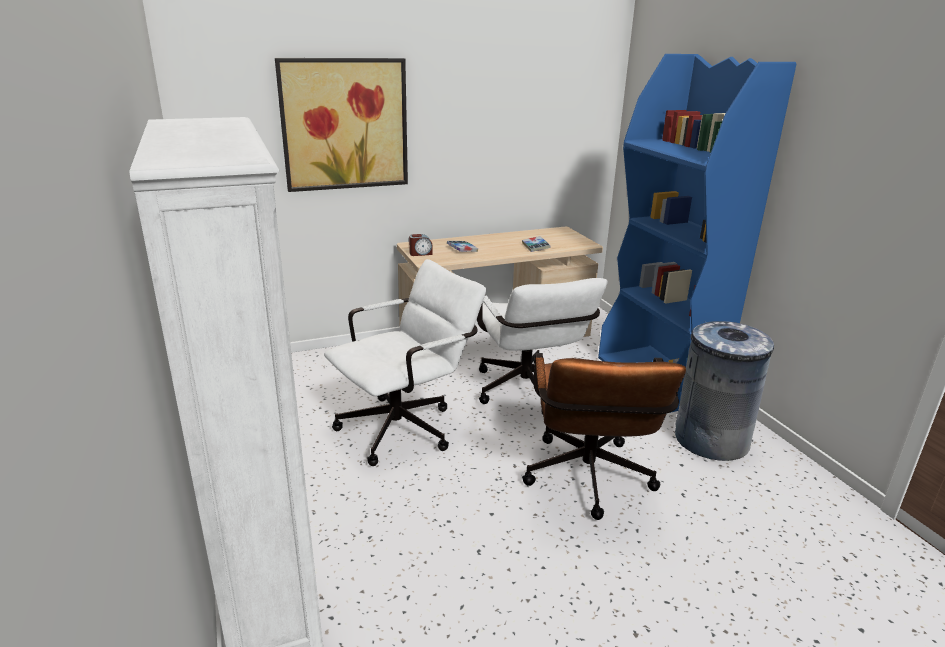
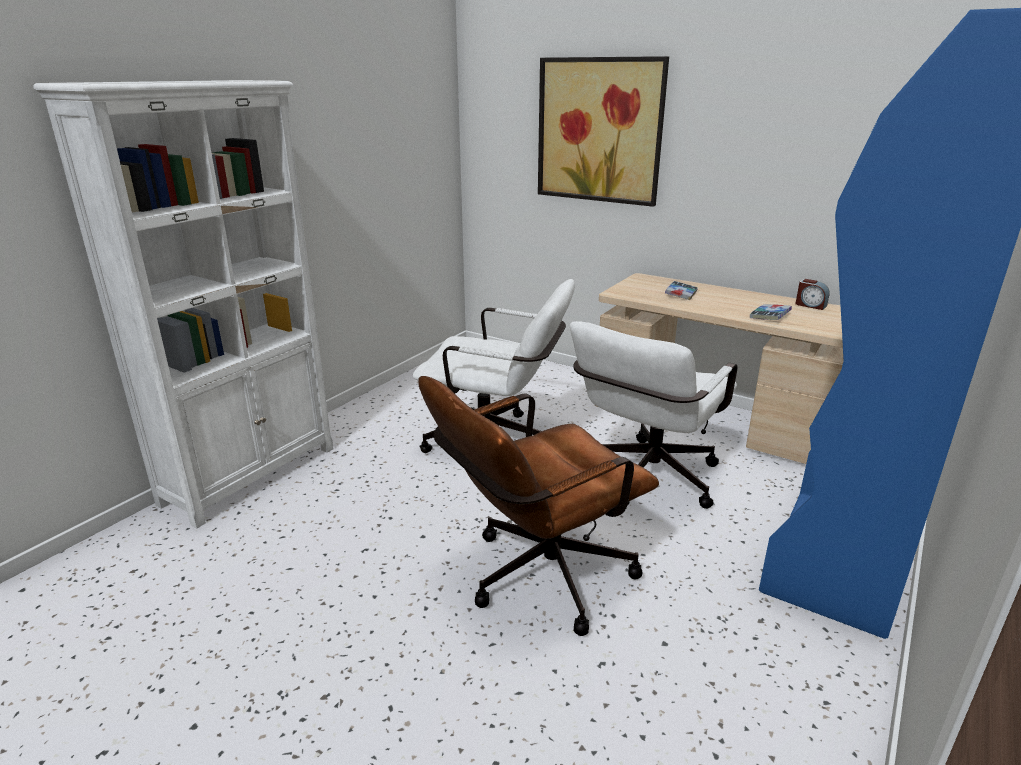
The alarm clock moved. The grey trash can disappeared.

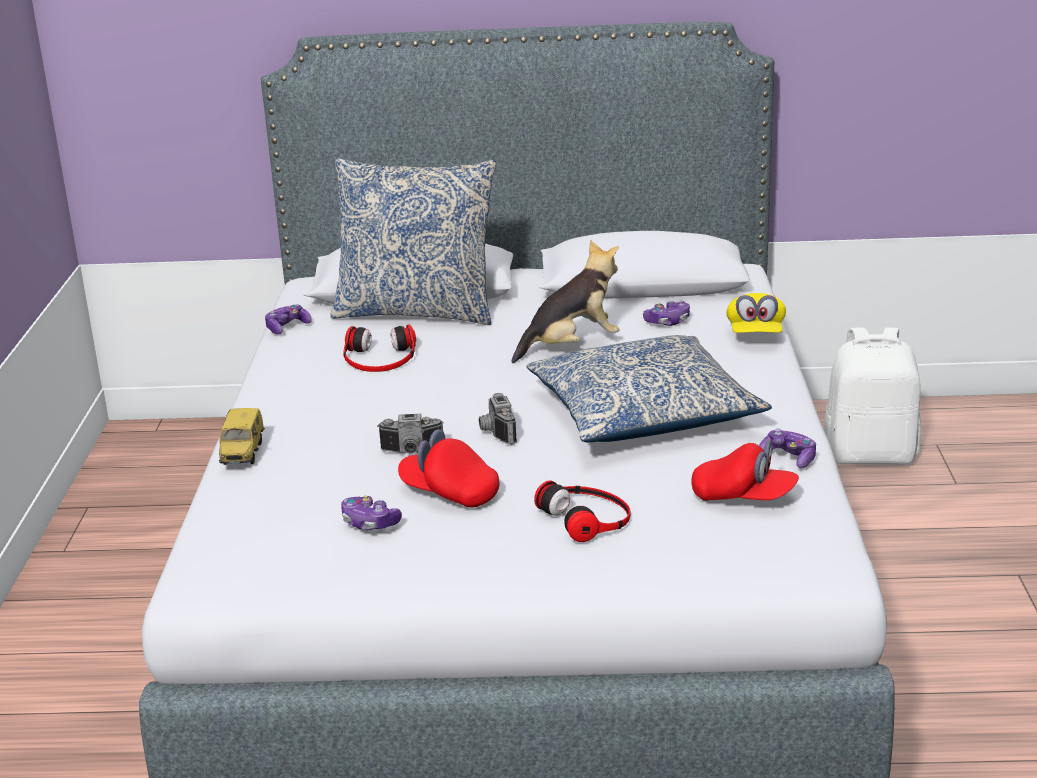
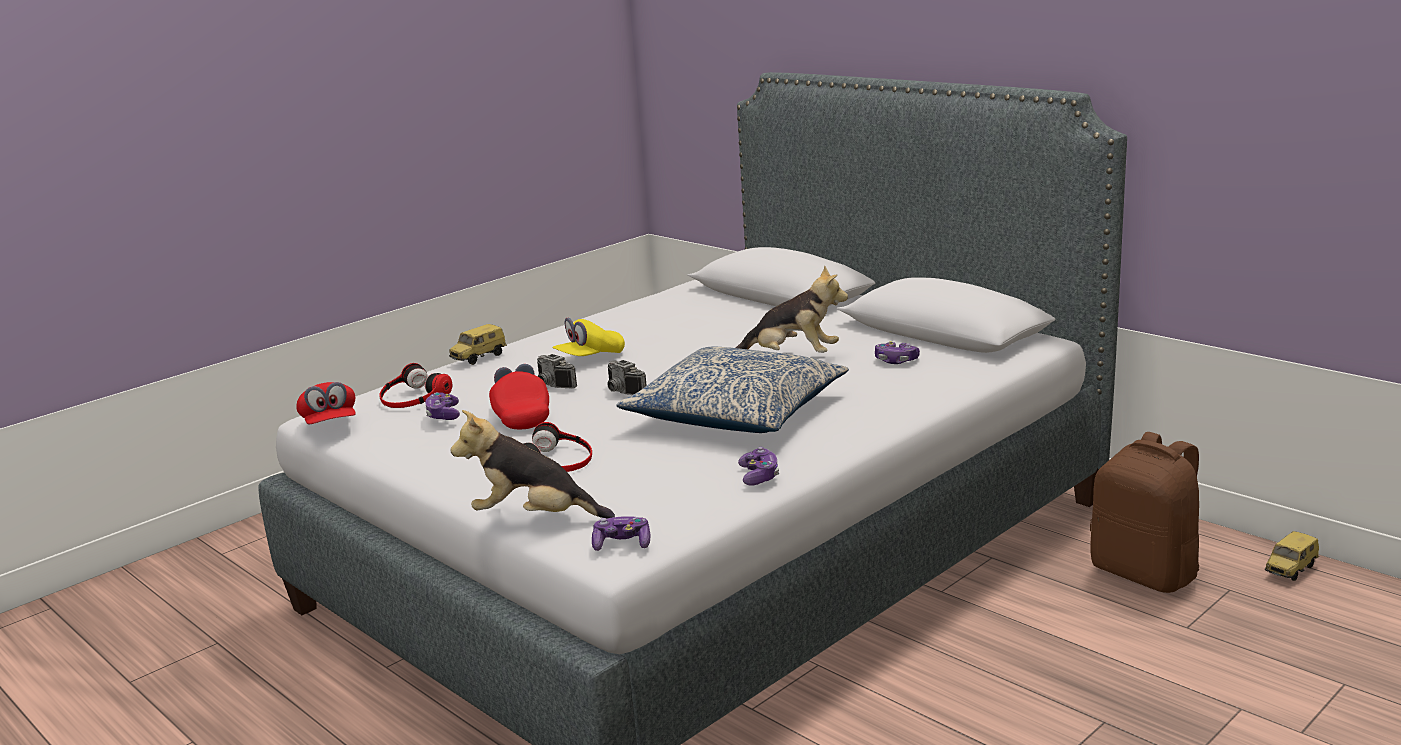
The red cap (no. 2 from left in the first image) moved. The headphones (no. 1 from left) moved. The plush toy (no. 1 from left) appeared. The yellow cap moved. The game controller (no. 1 from left in the first image) moved. The photo camera (no. 2 from left) turned 75 degrees counterclockwise. The white backpack became the brown backpack. The toy car (no. 2 from left) appeared. The pillow (no. 1 from left) disappeared.

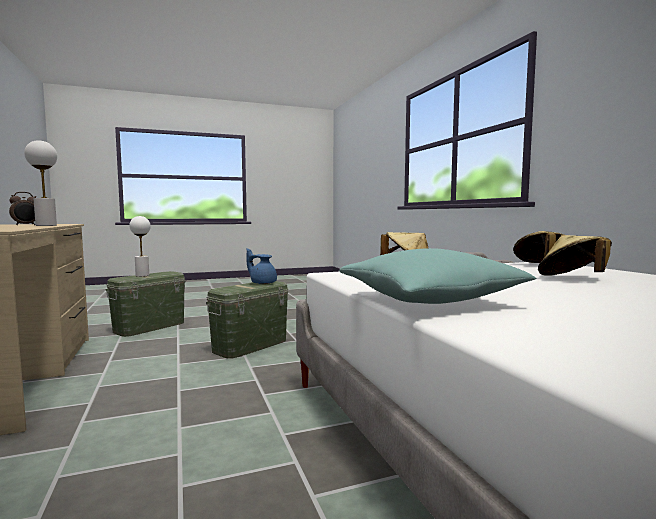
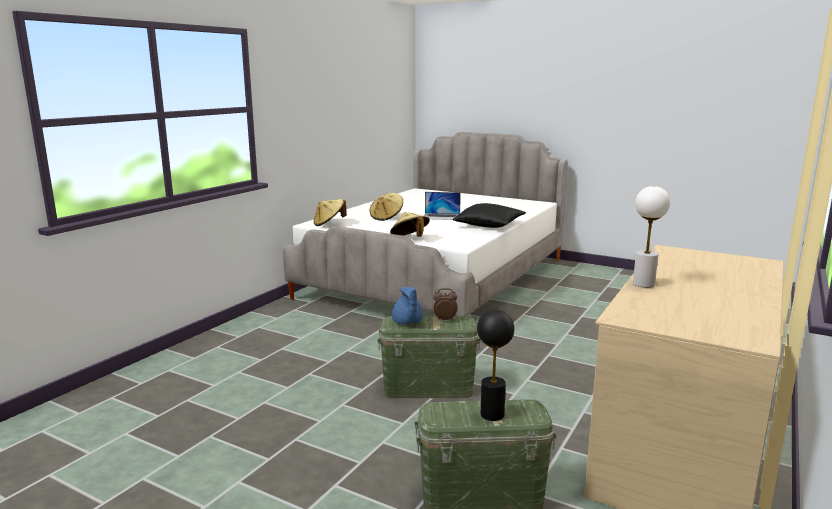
The laptop appeared. The alarm clock moved. The turquoise pillow became the black pillow. The white table lamp (no. 2 from left) became the black table lamp.

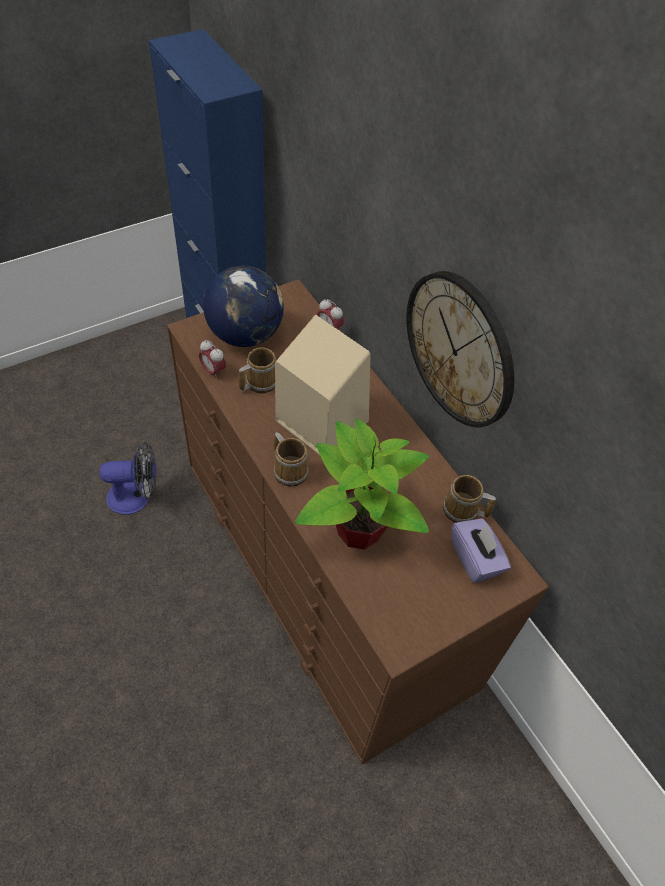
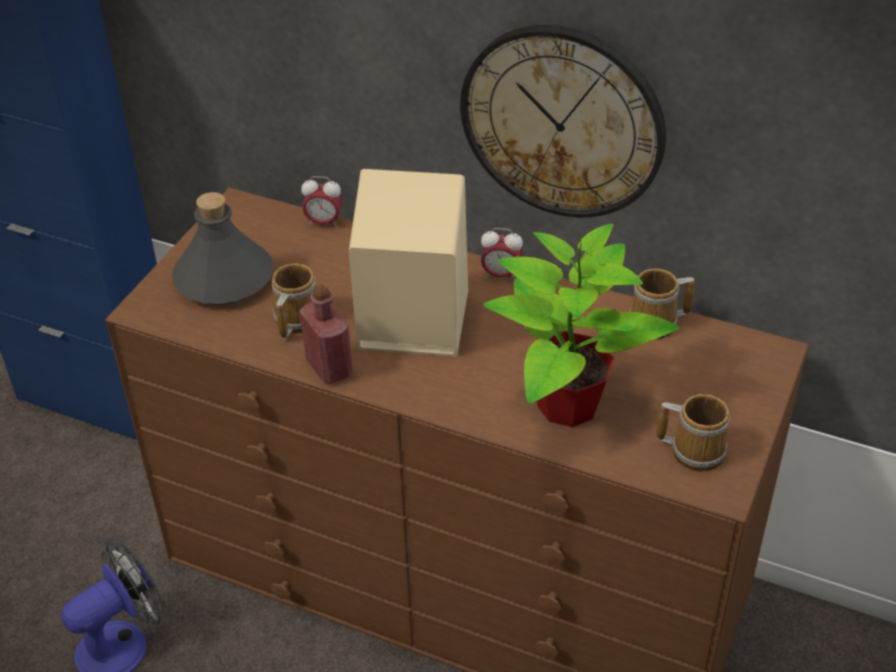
The globe was replaced by the grey bottle. The red bottle appeared. The alarm clock (no. 1 from left in the first image) moved. The mug (no. 2 from left in the first image) moved. The purple tissue box disappeared.

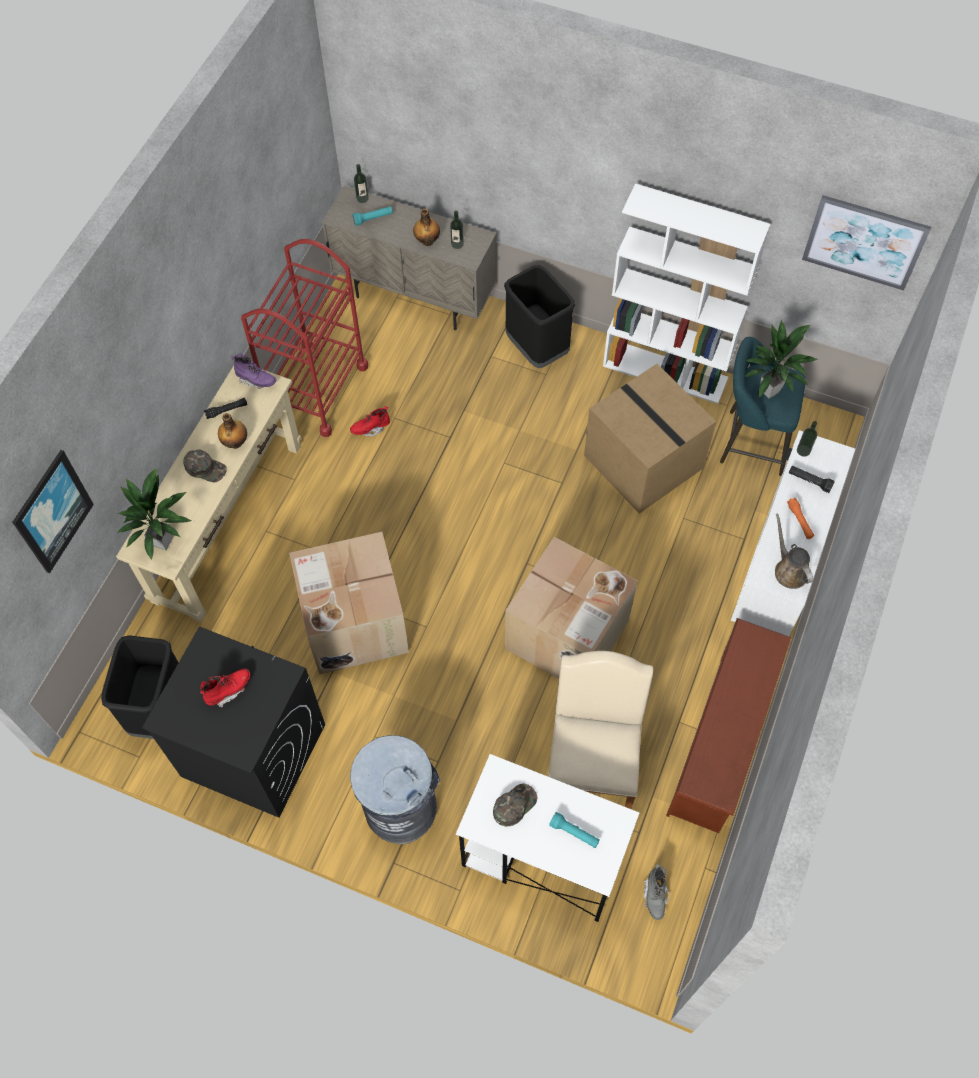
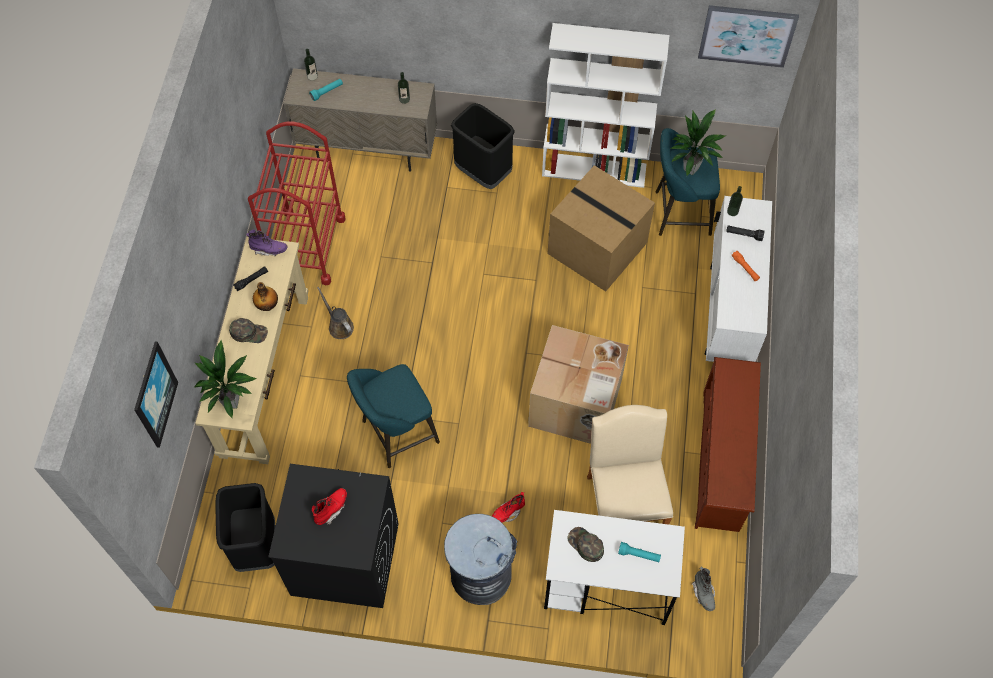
The brown watering can moved. The cardboard box (no. 1 from left) was replaced by the turquoise stool (no. 1 from left). The red boot (no. 2 from left) moved. The green cap (no. 2 from left) turned 75 degrees counterclockwise. The bottle (no. 3 from left) disappeared.

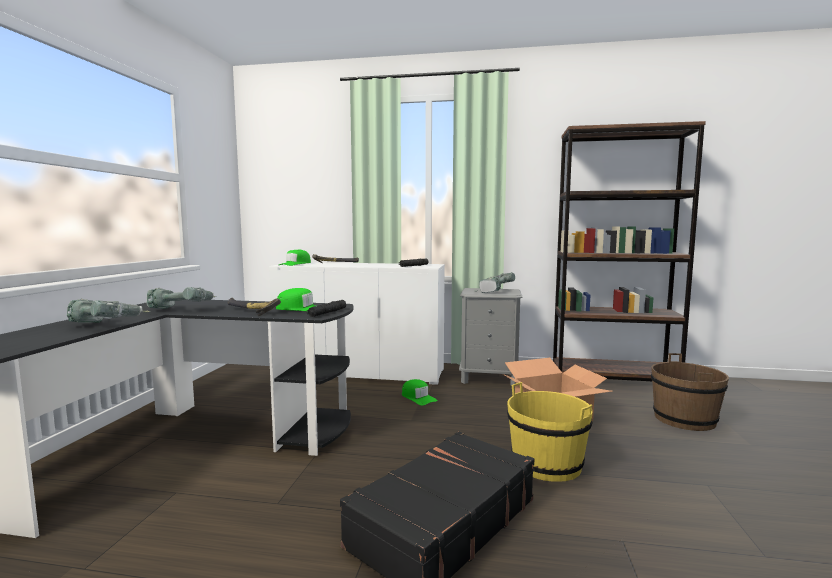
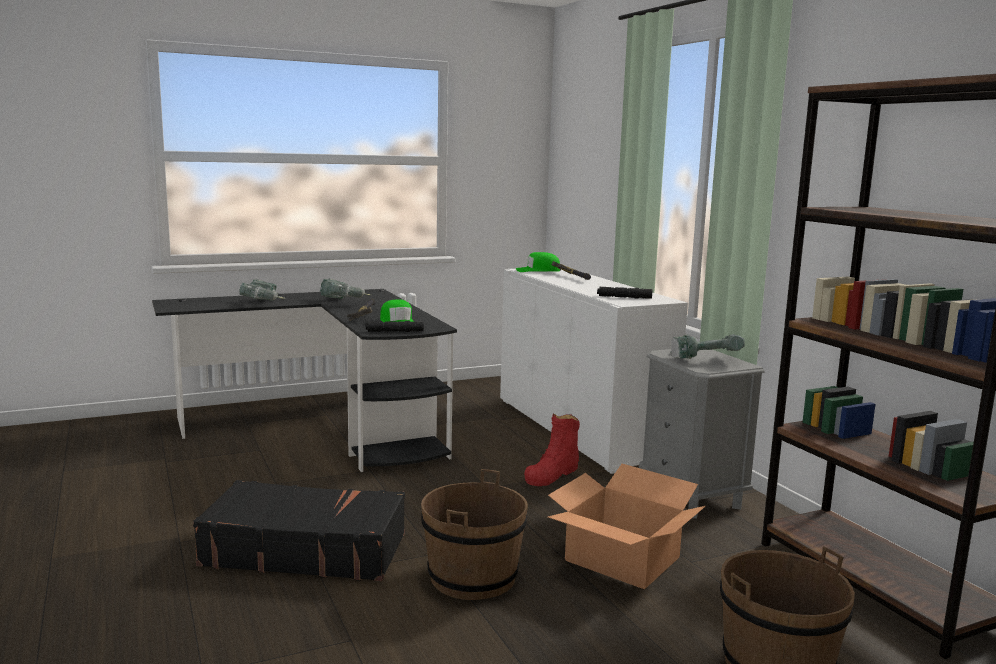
The yellow bucket became the brown bucket (no. 1 from left). The green cap (no. 3 from left) was replaced by the red boot.

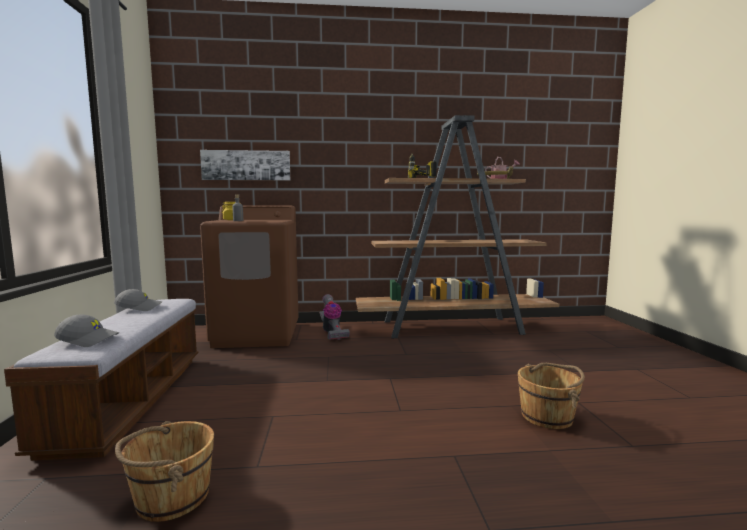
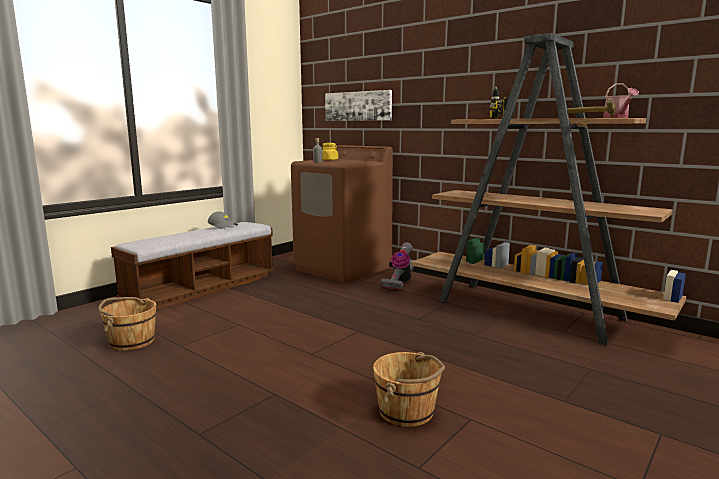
The grey cap (no. 1 from left) disappeared.

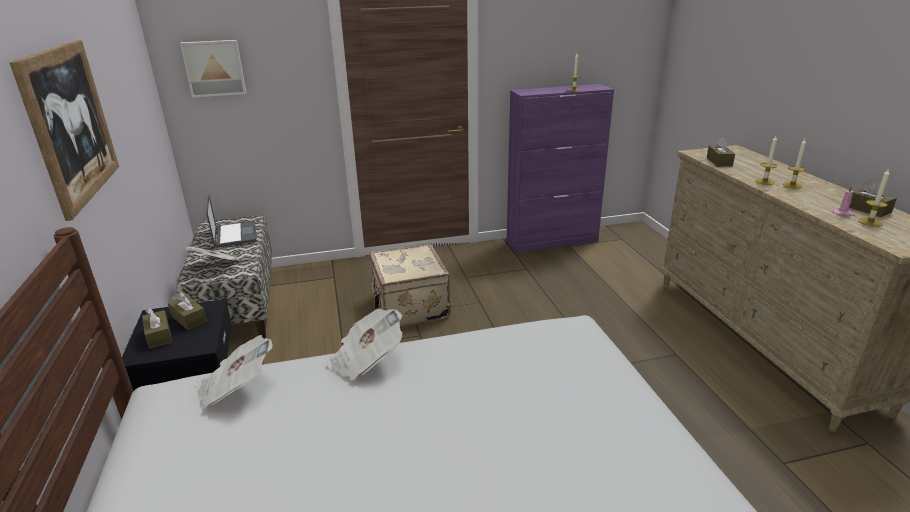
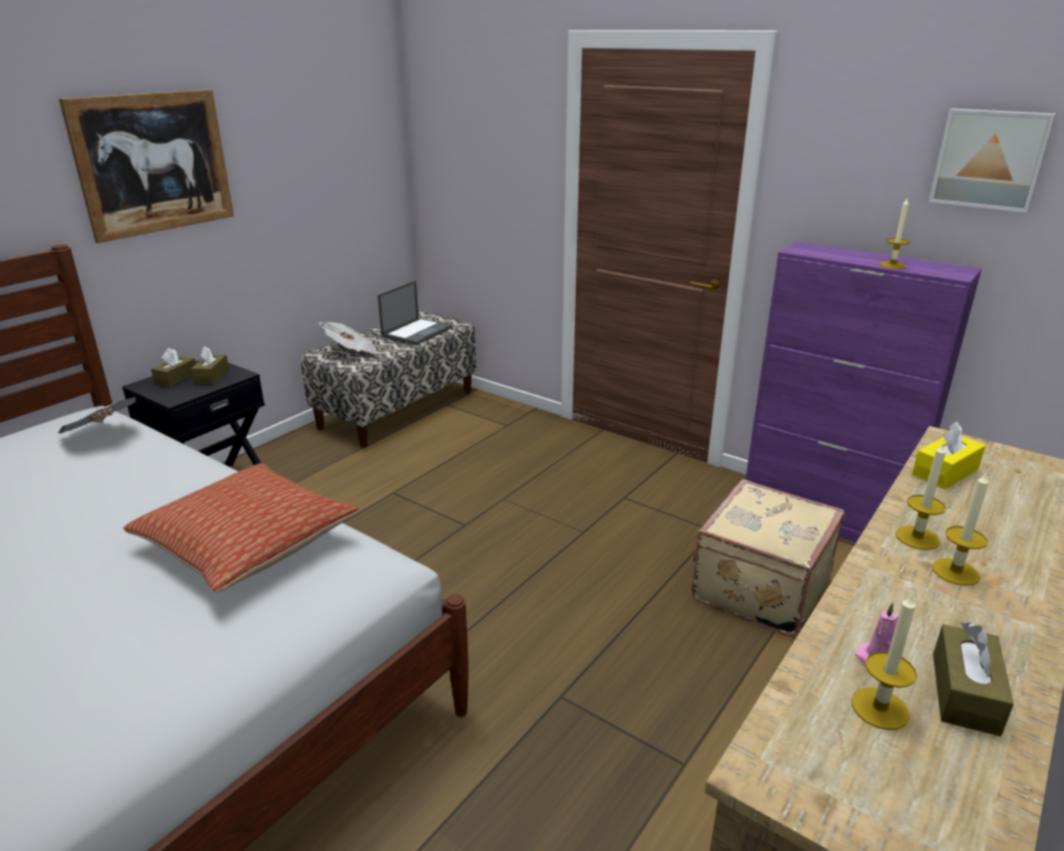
The pillow appeared. The beige suitcase moved. The brown tissue box (no. 3 from left) became the yellow tissue box. The picture (no. 2 from left) moved. The newspaper (no. 3 from left) disappeared.

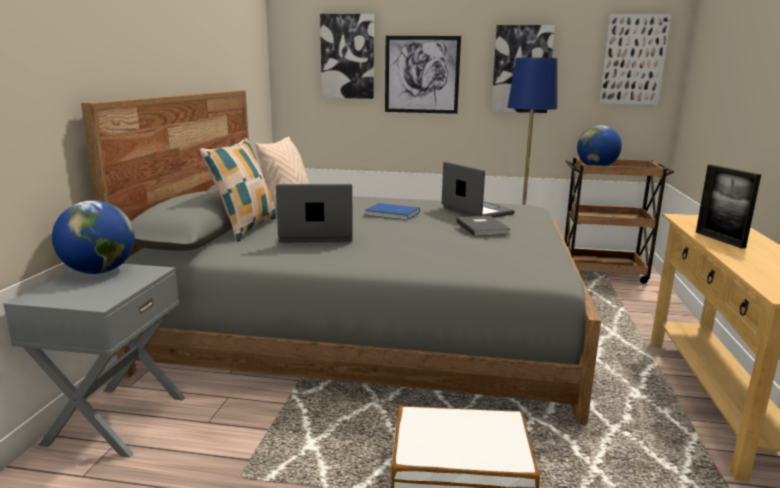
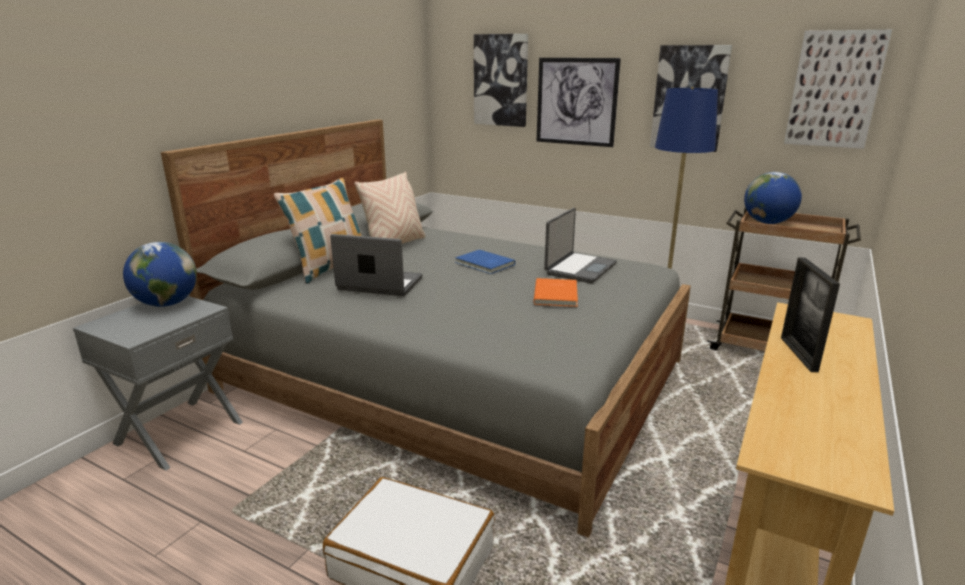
The grey book became the orange book. The laptop (no. 2 from left) turned 45 degrees clockwise.

